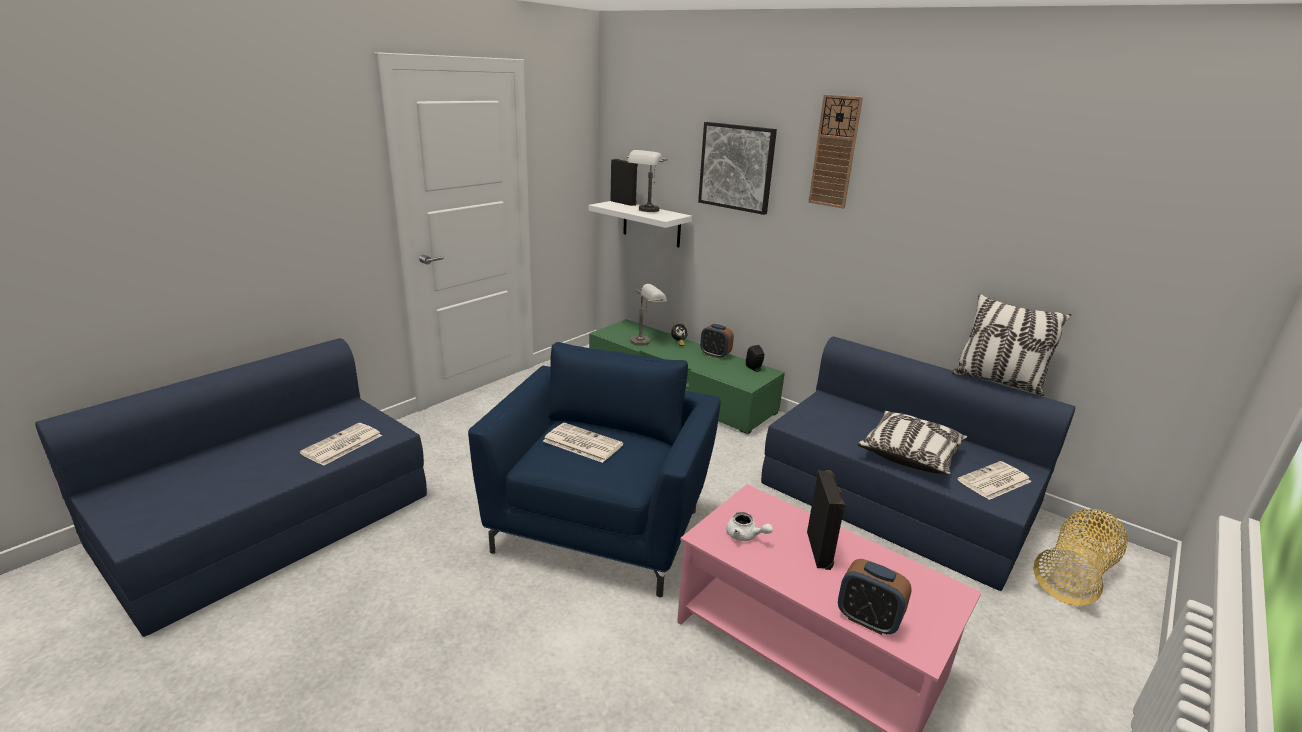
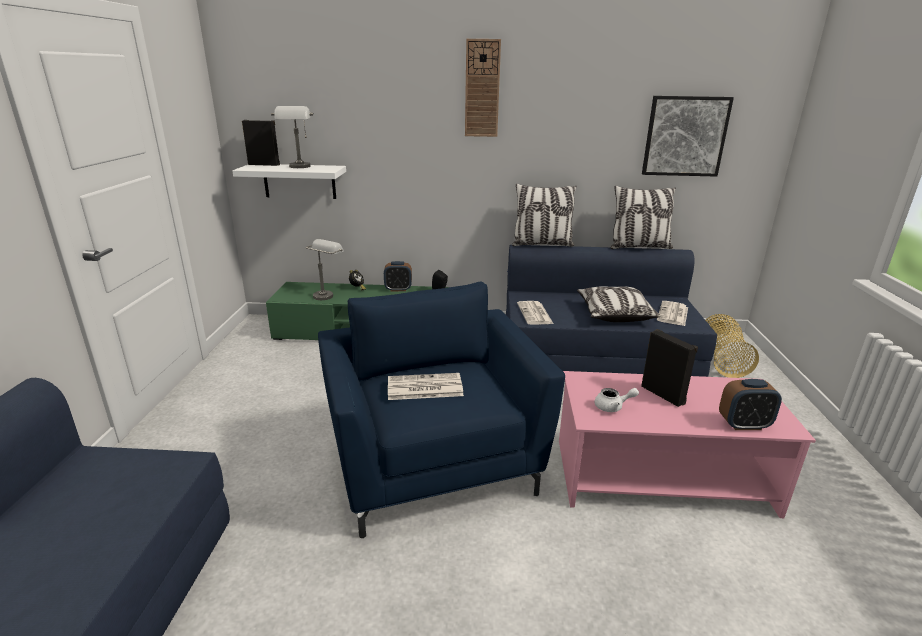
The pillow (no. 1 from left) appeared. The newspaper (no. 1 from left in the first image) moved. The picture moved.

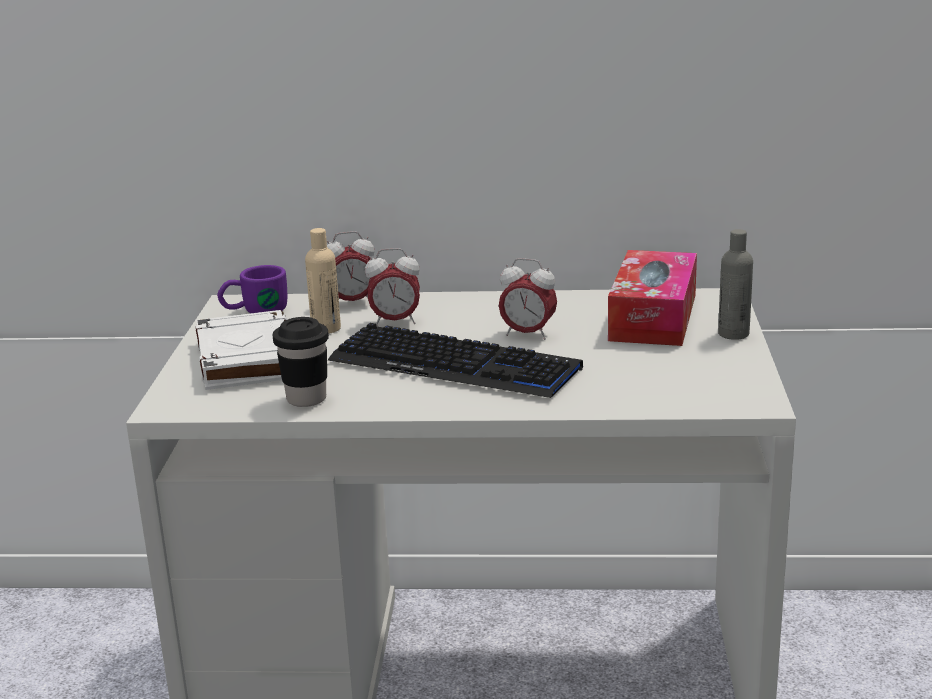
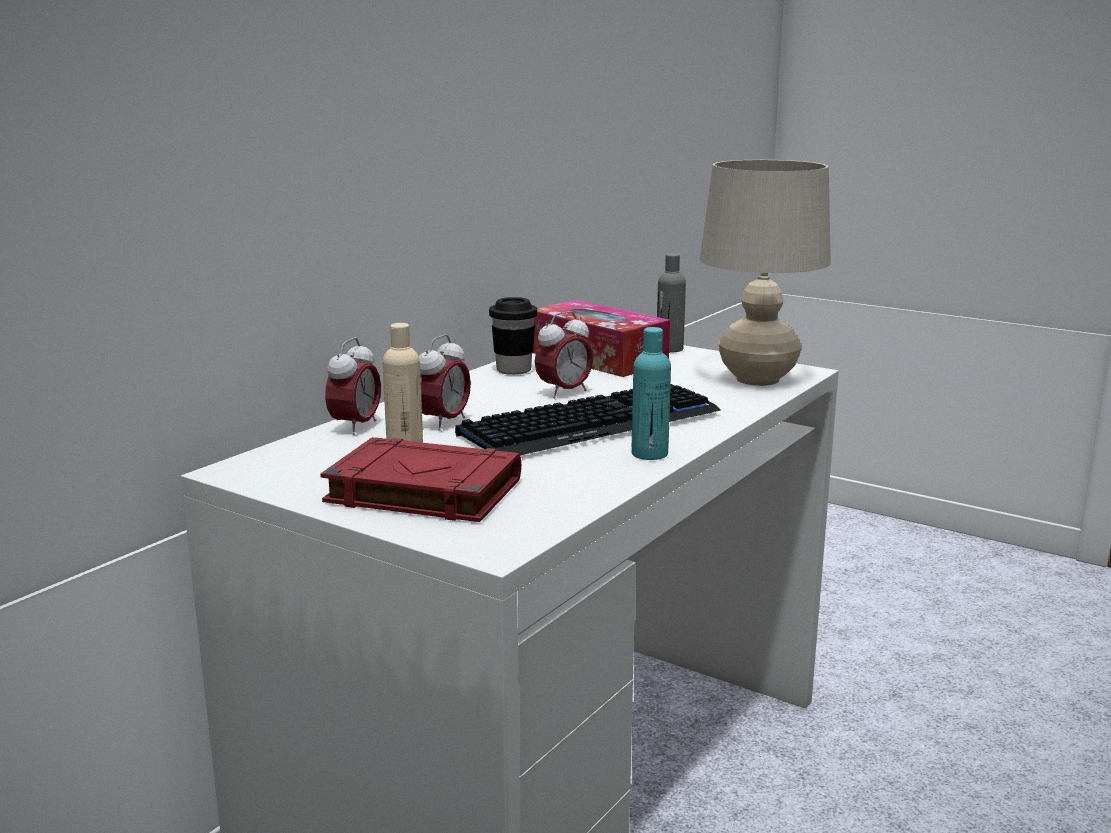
The white book became the red book. The black cup moved. The turquoise bottle appeared. The beige table lamp appeared. The purple mug disappeared.

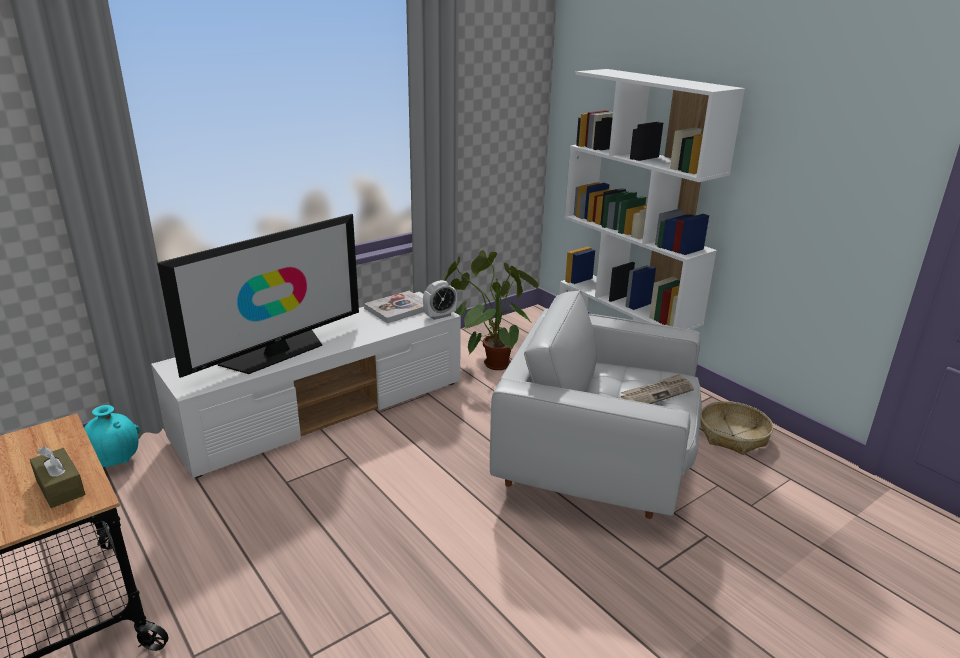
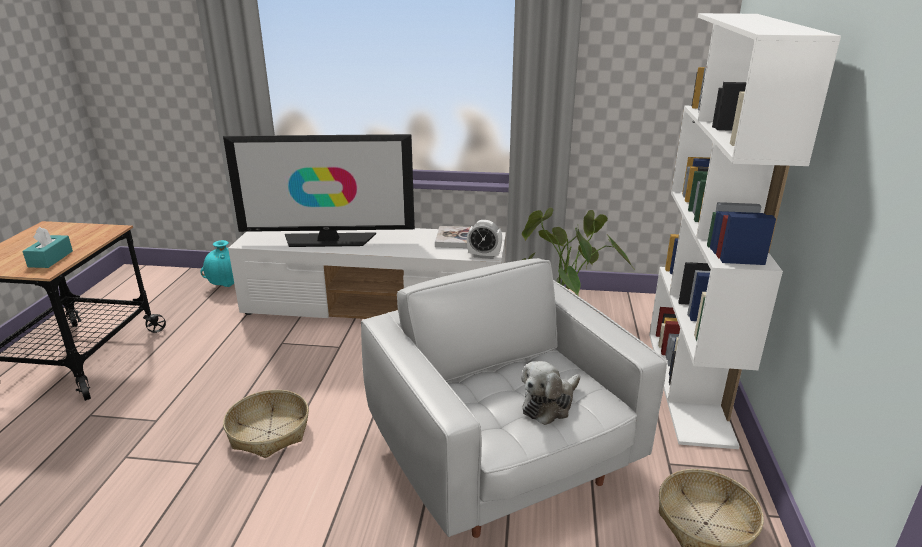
The brown tissue box became the turquoise tissue box. The basket (no. 1 from left) appeared. The newspaper was replaced by the plush toy.

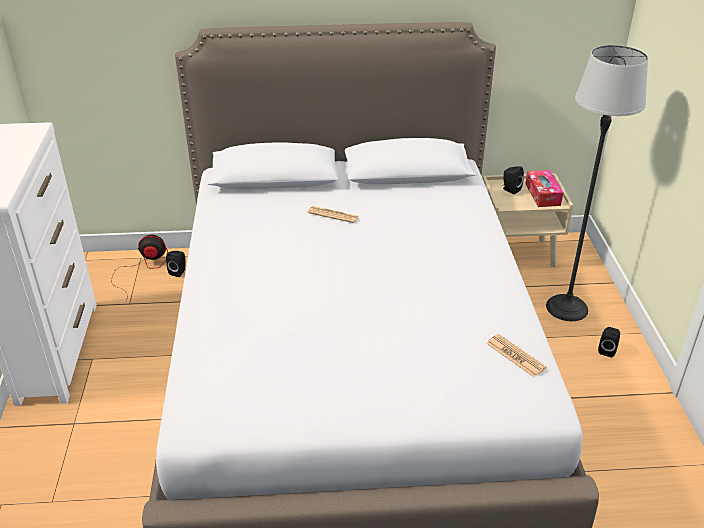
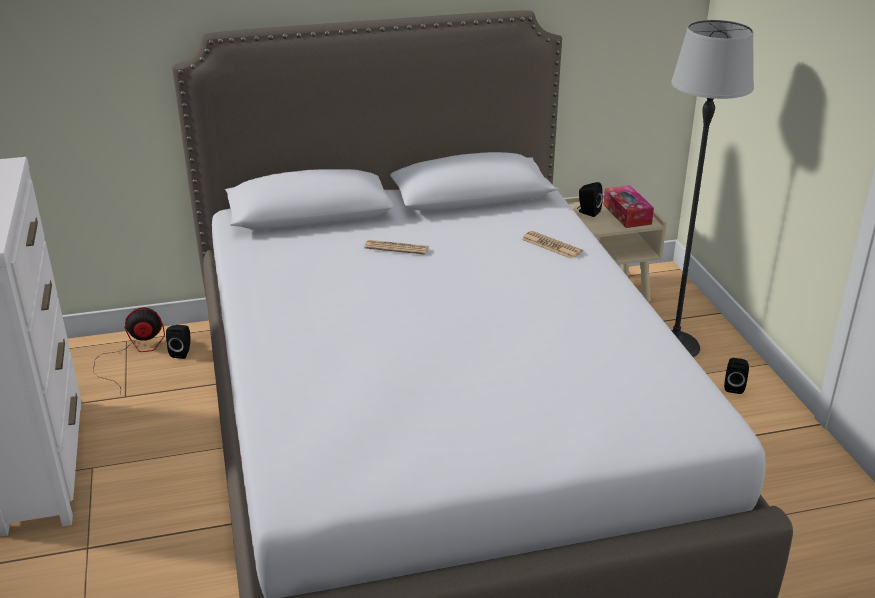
The newspaper (no. 2 from left) moved.

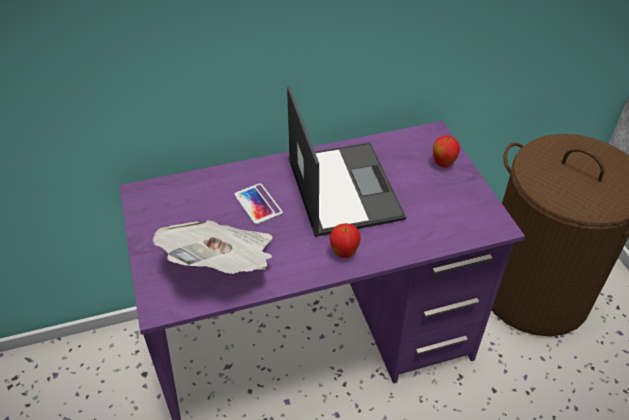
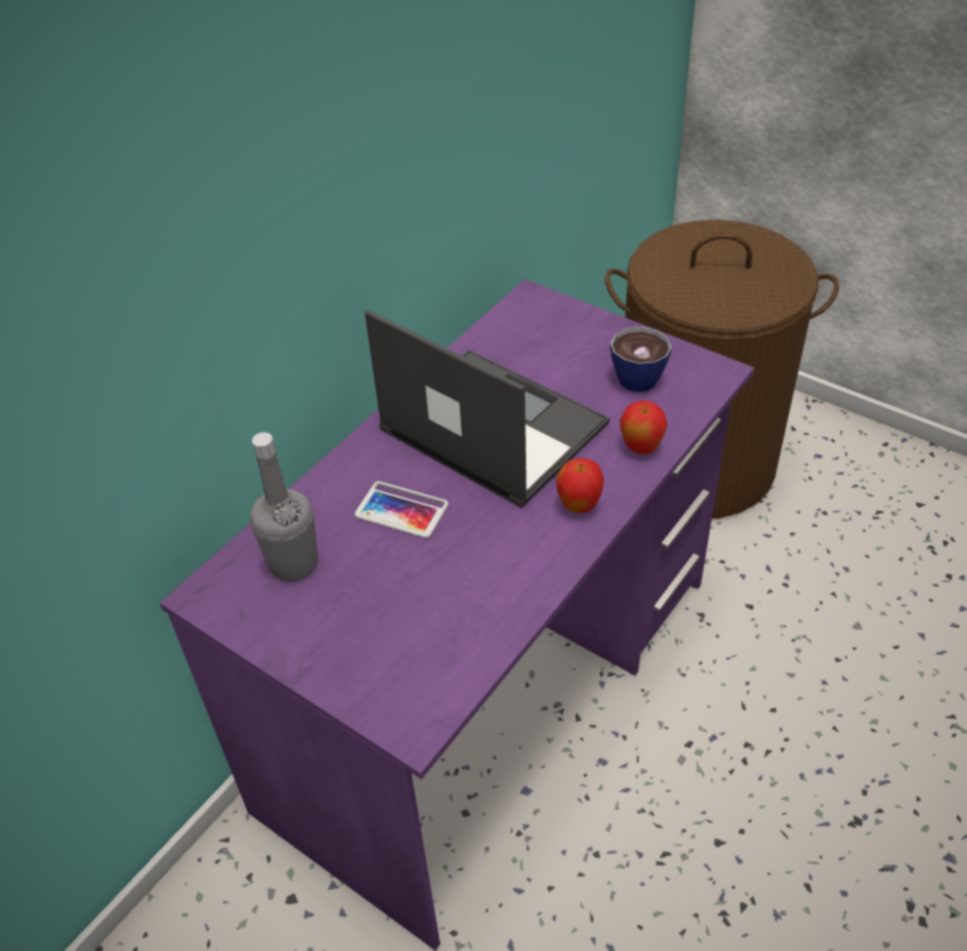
The grey bottle appeared. The cup appeared. The apple (no. 2 from left) moved. The newspaper disappeared.

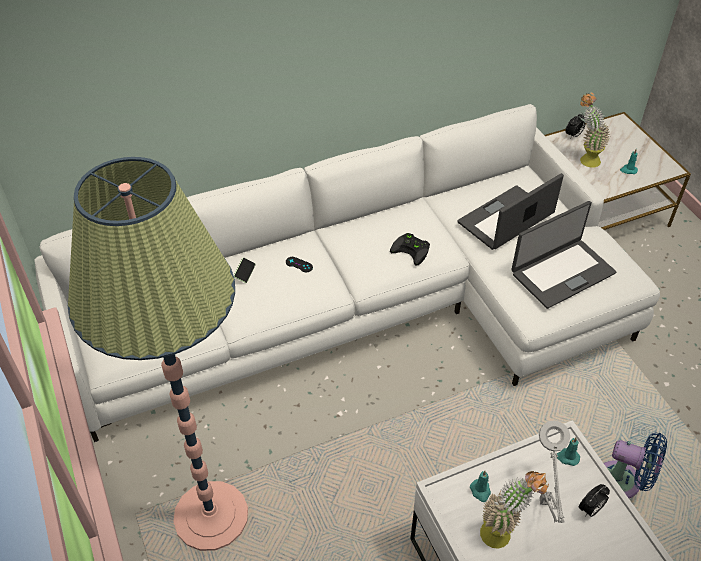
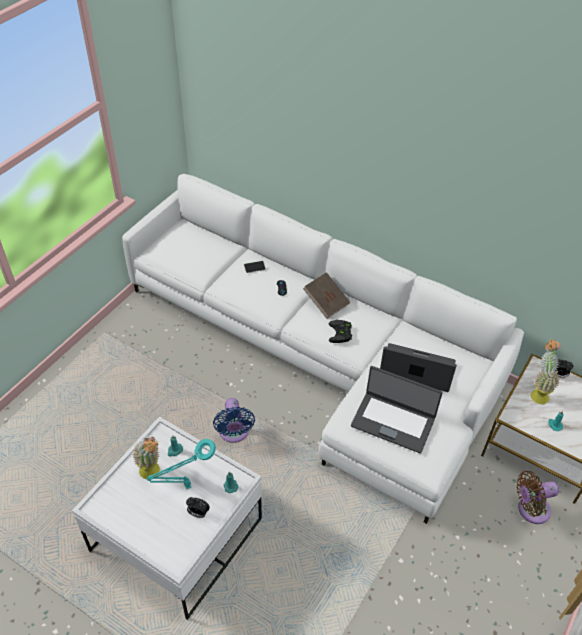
The grey table lamp became the turquoise table lamp. The blue fan moved. The brown book appeared. The brown fan appeared. The floor lamp disappeared.

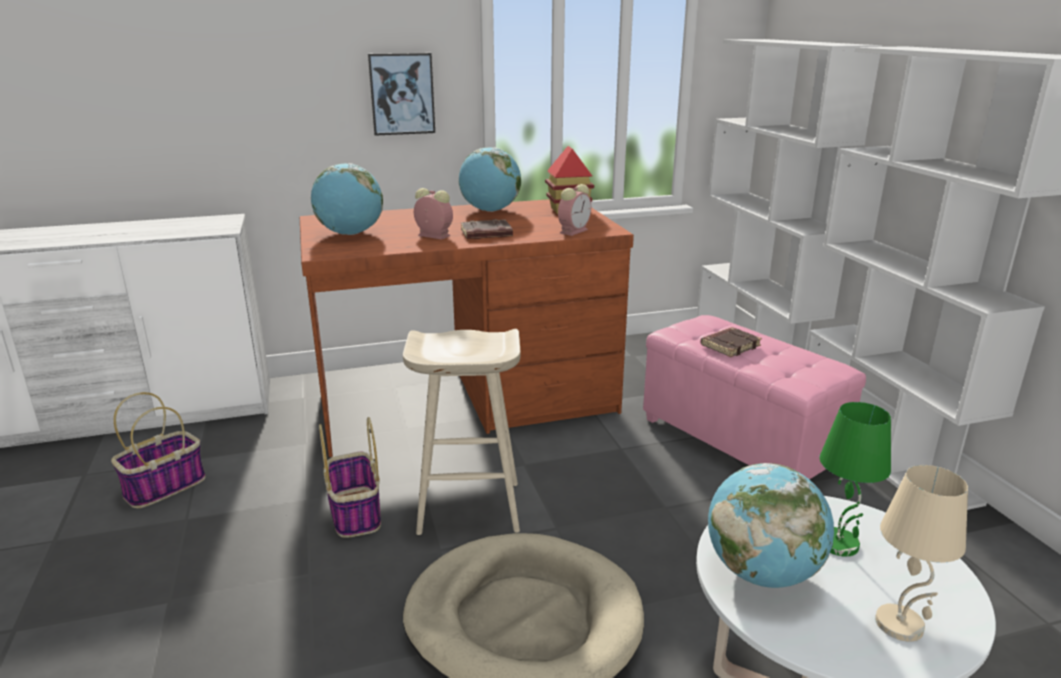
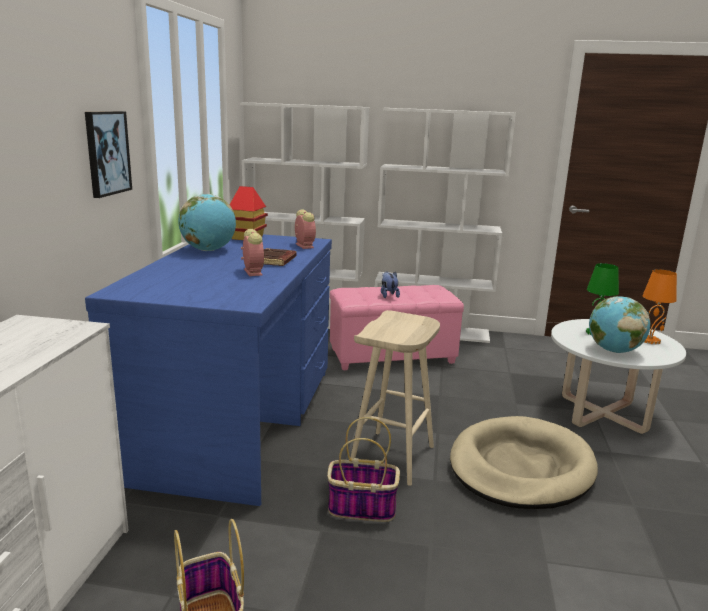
The brown desk became the blue desk. The alarm clock (no. 1 from left) turned 105 degrees clockwise. The brown book (no. 2 from left) was replaced by the plush toy. The beige table lamp became the orange table lamp. The globe (no. 1 from left) disappeared.

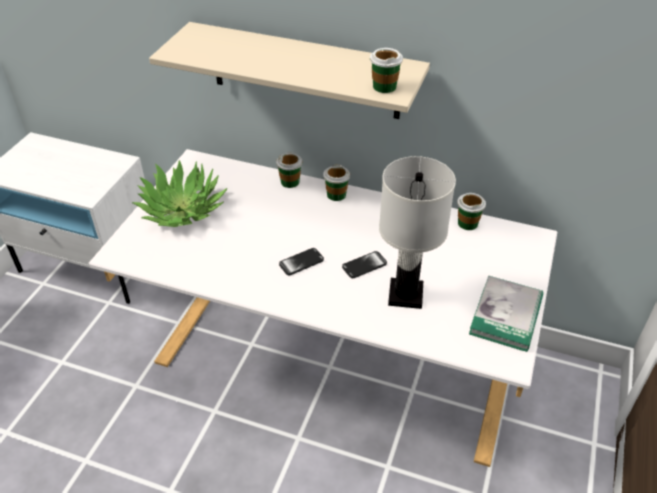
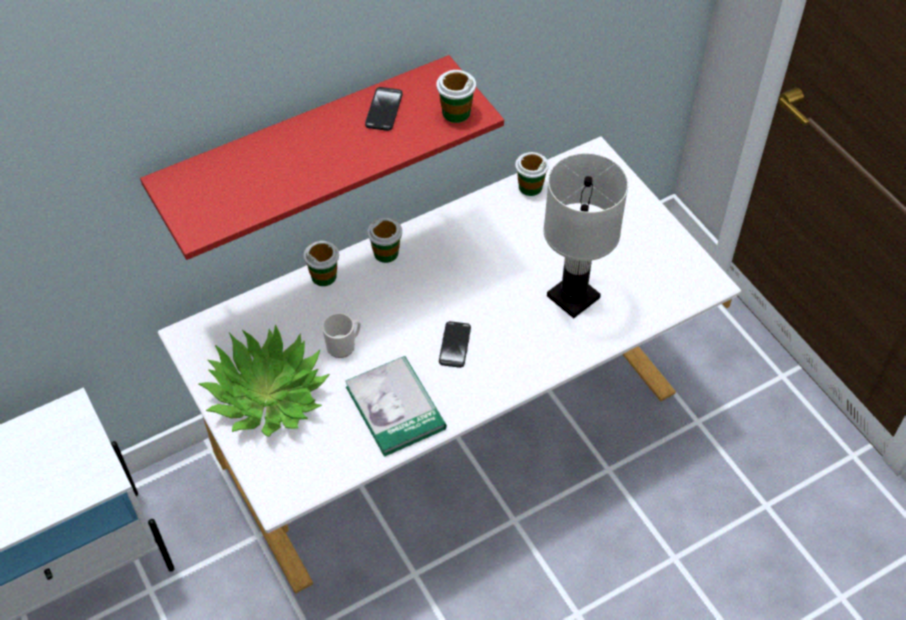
The beige shelf became the red shelf. The mug appeared. The book moved. The phone (no. 2 from left in the first image) moved.

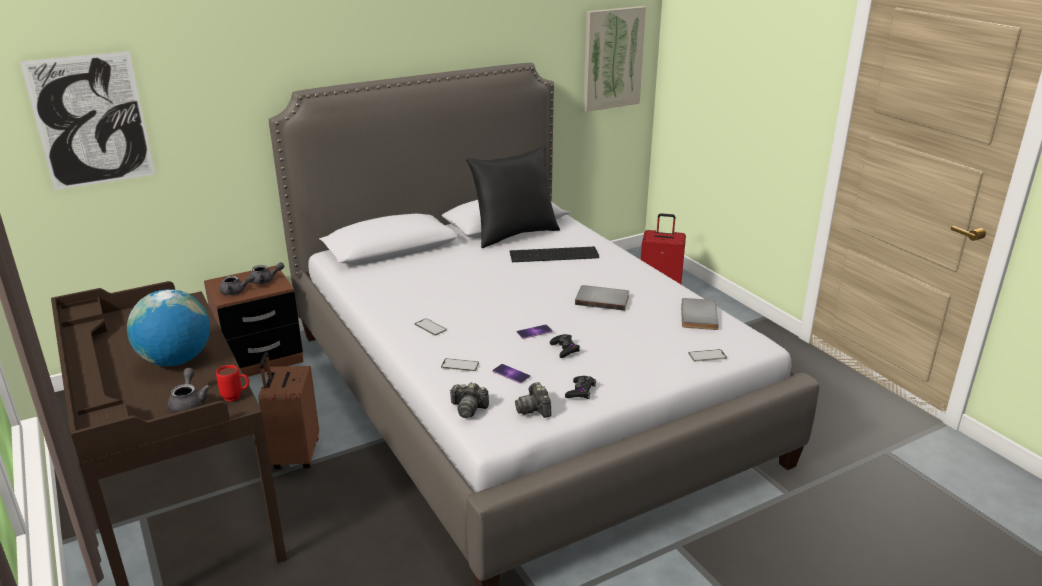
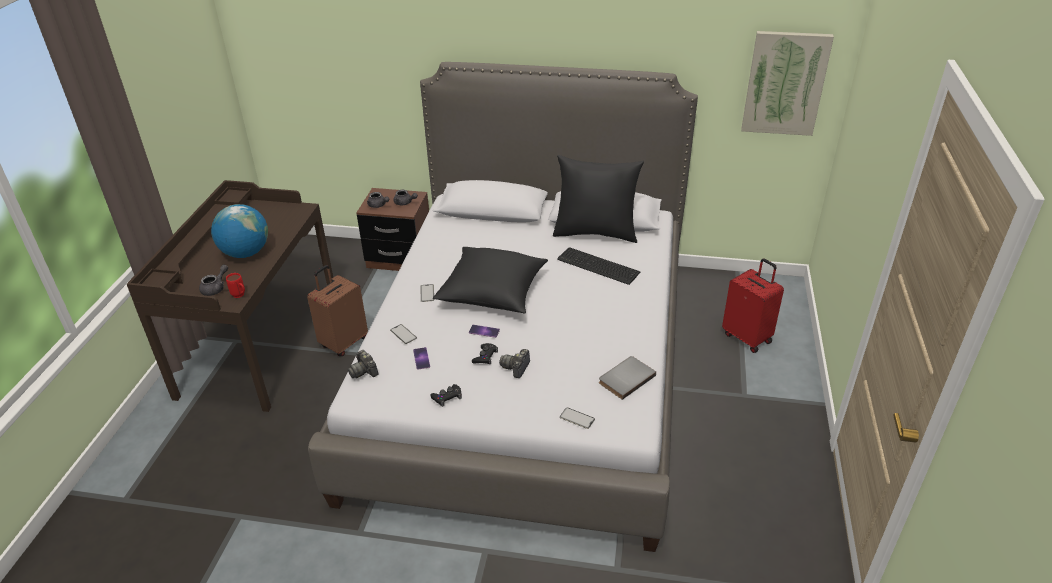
The black pillow (no. 1 from left) appeared. The photo camera (no. 2 from left) moved. The picture (no. 1 from left) disappeared. The grey book (no. 1 from left) disappeared.

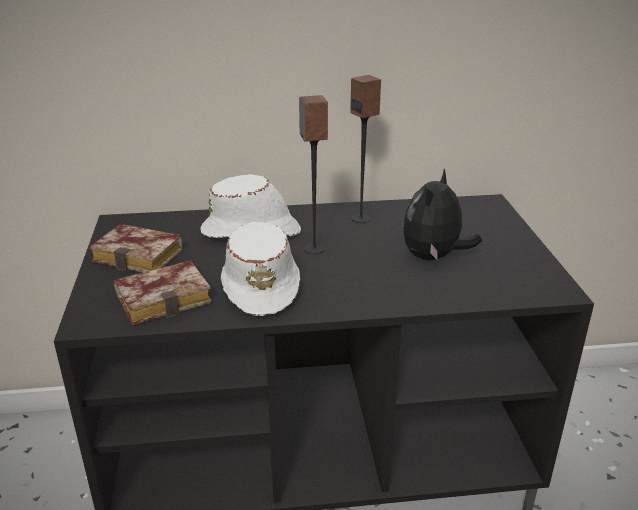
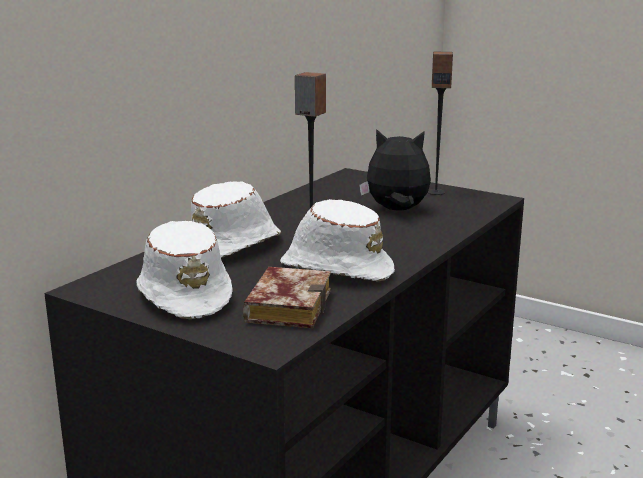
The book (no. 1 from left) was replaced by the white hat (no. 1 from left). The plush toy turned 120 degrees clockwise. The speaker (no. 2 from left) moved.

